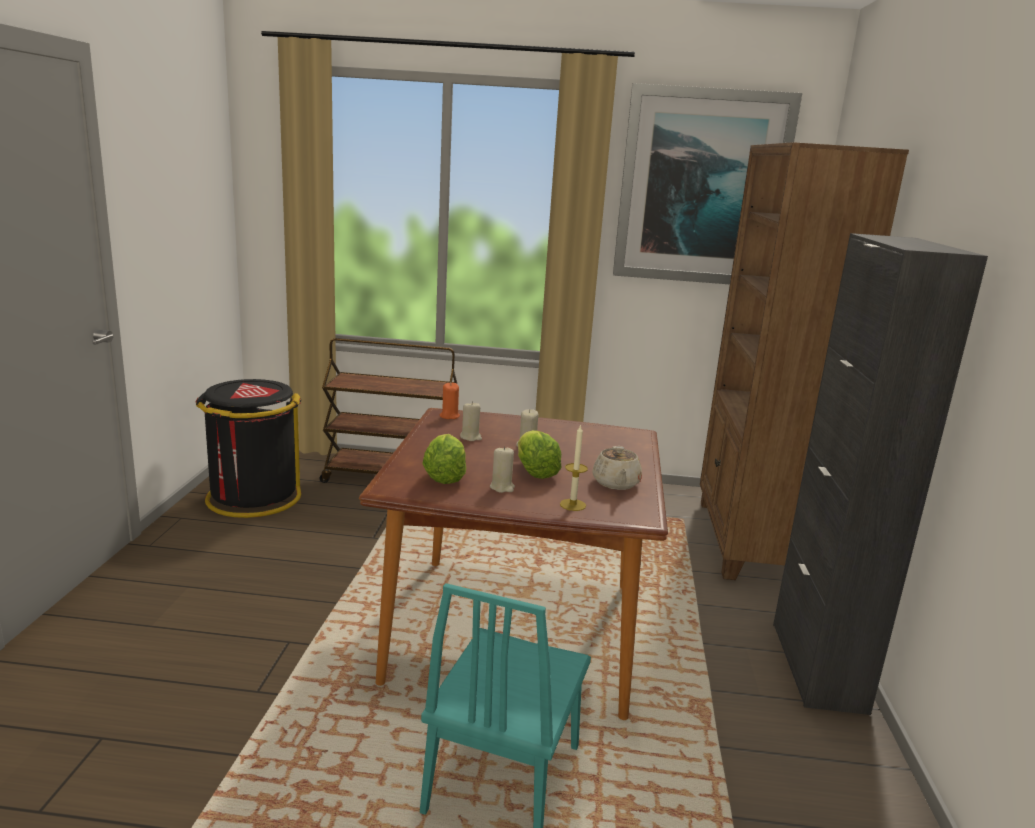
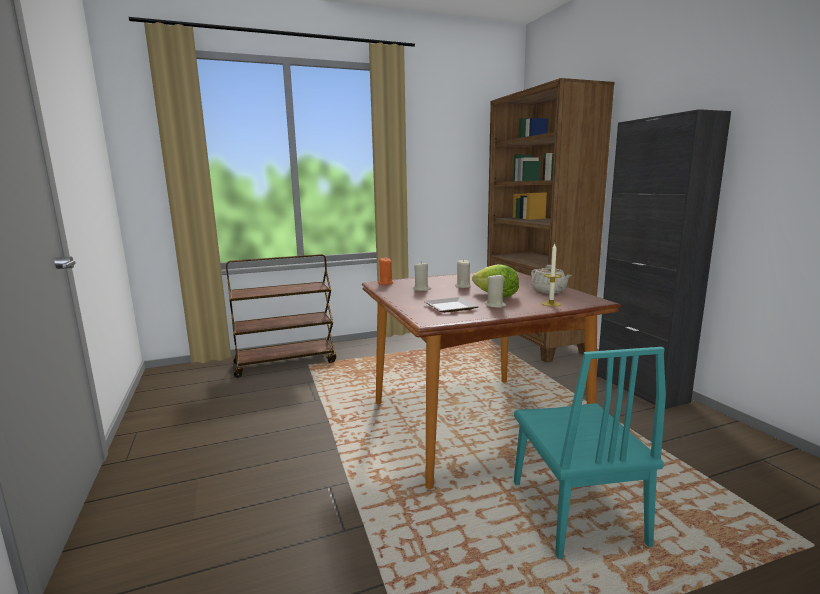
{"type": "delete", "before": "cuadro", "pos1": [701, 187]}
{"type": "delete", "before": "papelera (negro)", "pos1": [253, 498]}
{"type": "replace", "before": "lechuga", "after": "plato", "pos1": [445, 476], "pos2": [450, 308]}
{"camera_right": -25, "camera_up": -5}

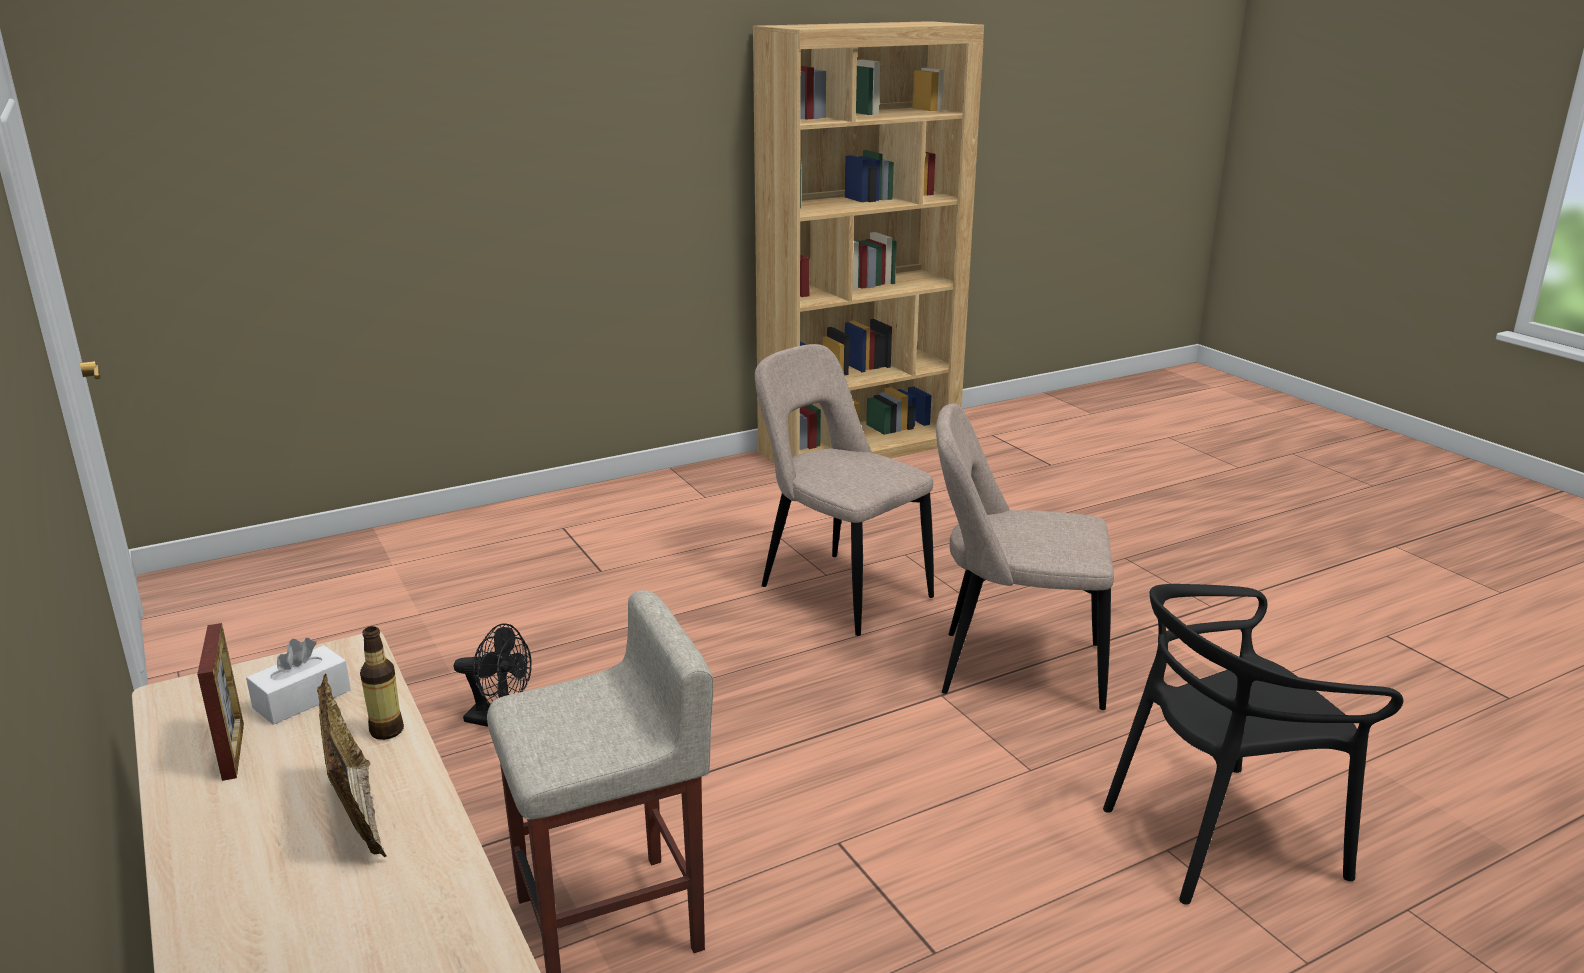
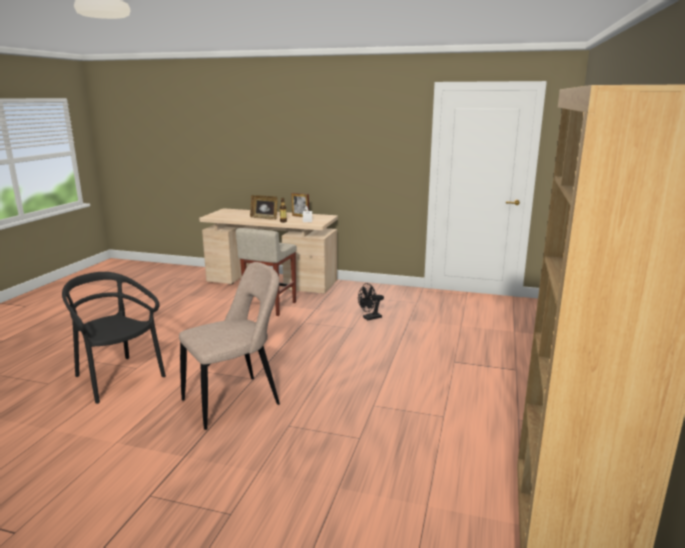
{"type": "delete", "before": "silla (beis)", "pos1": [839, 590]}
{"type": "rotate", "before": "silla (negro)", "pos1": [1221, 836], "pos2": [118, 378], "turn": -75}
{"camera_right": 135, "camera_up": -5}

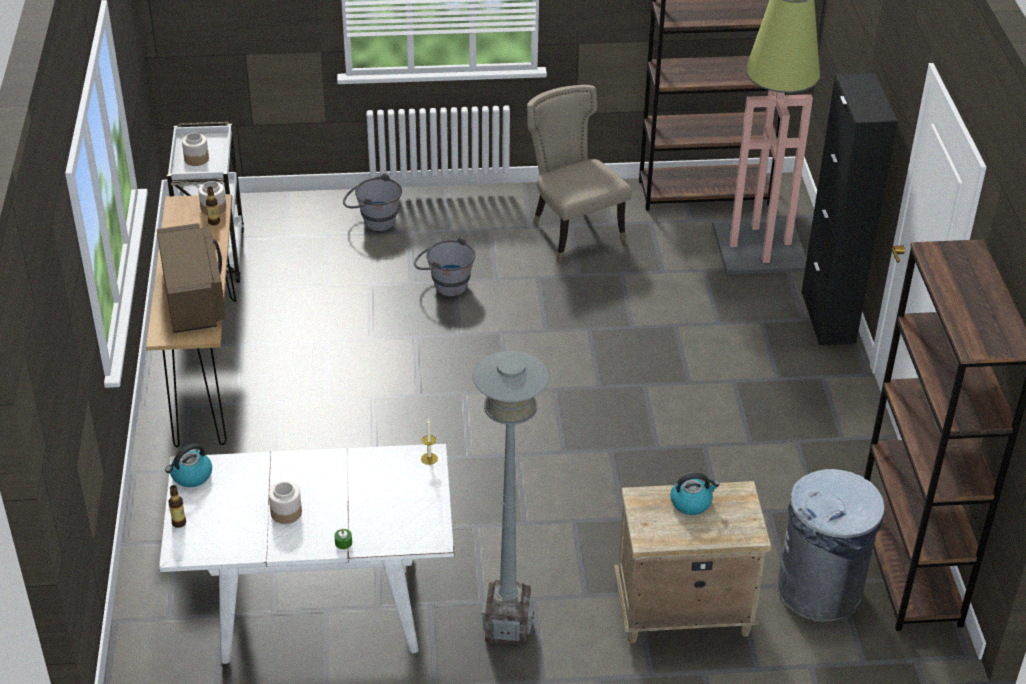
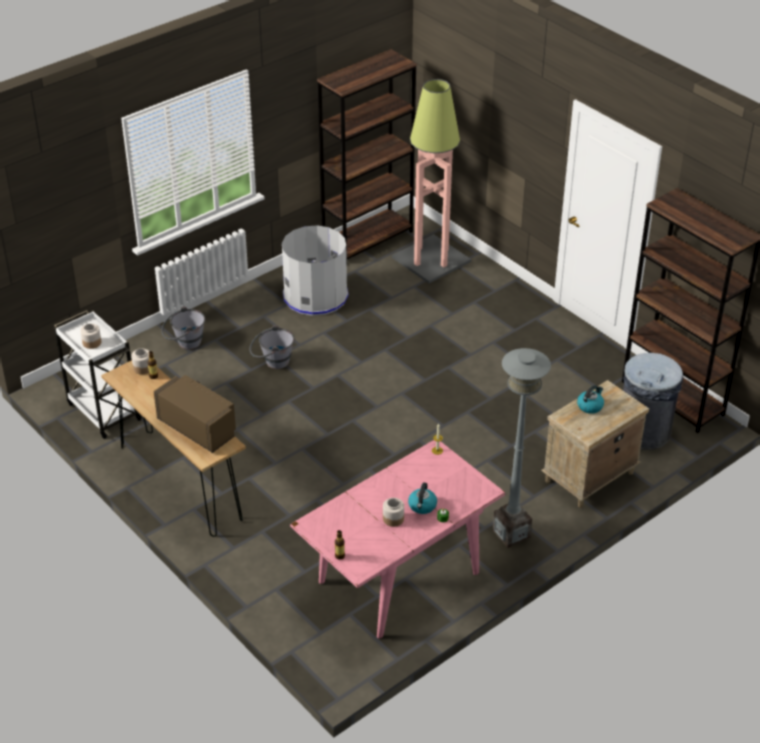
{"type": "delete", "before": "armario (negro)", "pos1": [828, 317]}
{"type": "replace", "before": "silla (beis)", "after": "papelera (gris)", "pos1": [573, 231], "pos2": [315, 296]}
{"type": "recolor", "before": "mesa de comedor (blanco)", "after": "mesa de comedor (rosa)", "pos1": [318, 605], "pos2": [398, 578]}
{"type": "move", "before": "hervidor", "pos1": [191, 476], "pos2": [422, 506]}
{"camera_right": -35, "camera_up": 0}

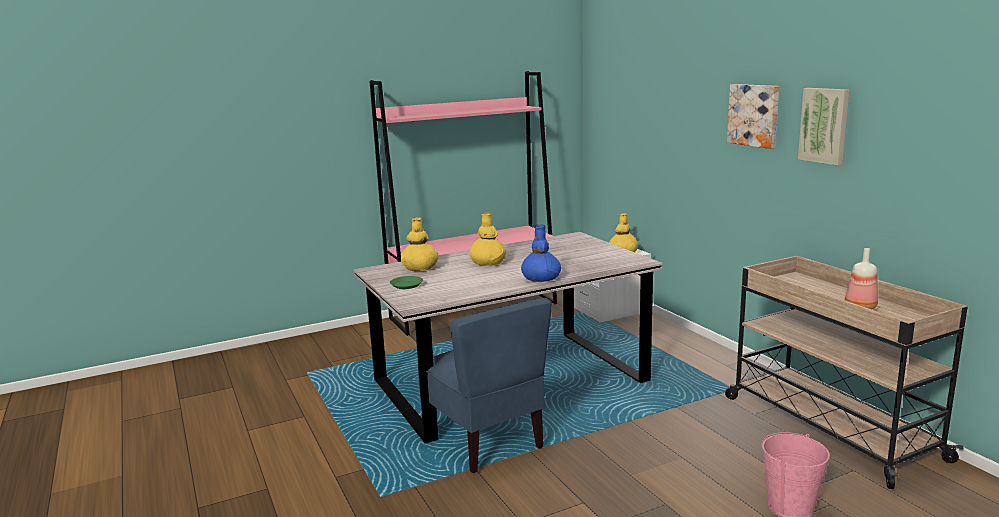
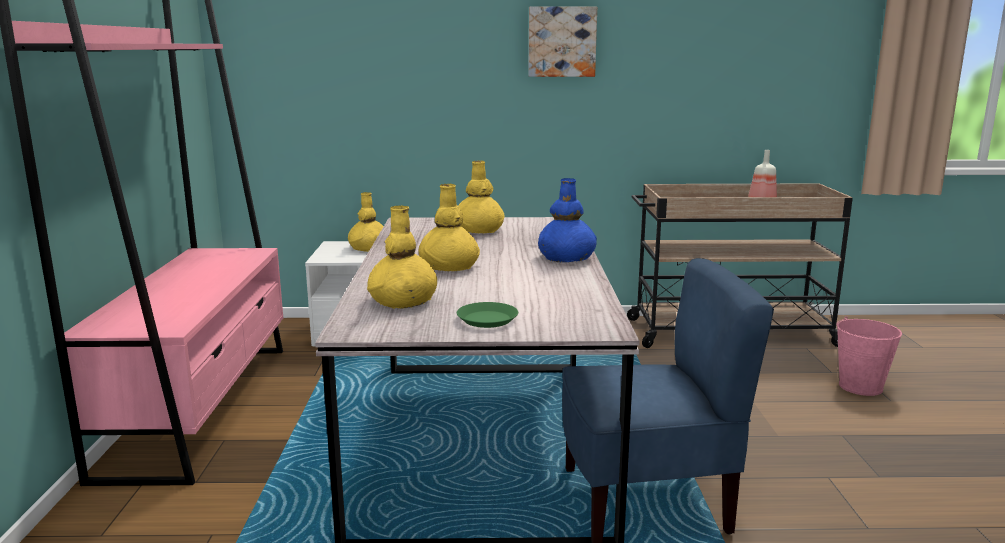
{"type": "delete", "before": "cuadro", "pos1": [825, 125]}
{"type": "insert", "after": "florero (amarillo)", "pos2": [478, 230]}
{"camera_right": -65, "camera_up": 0}

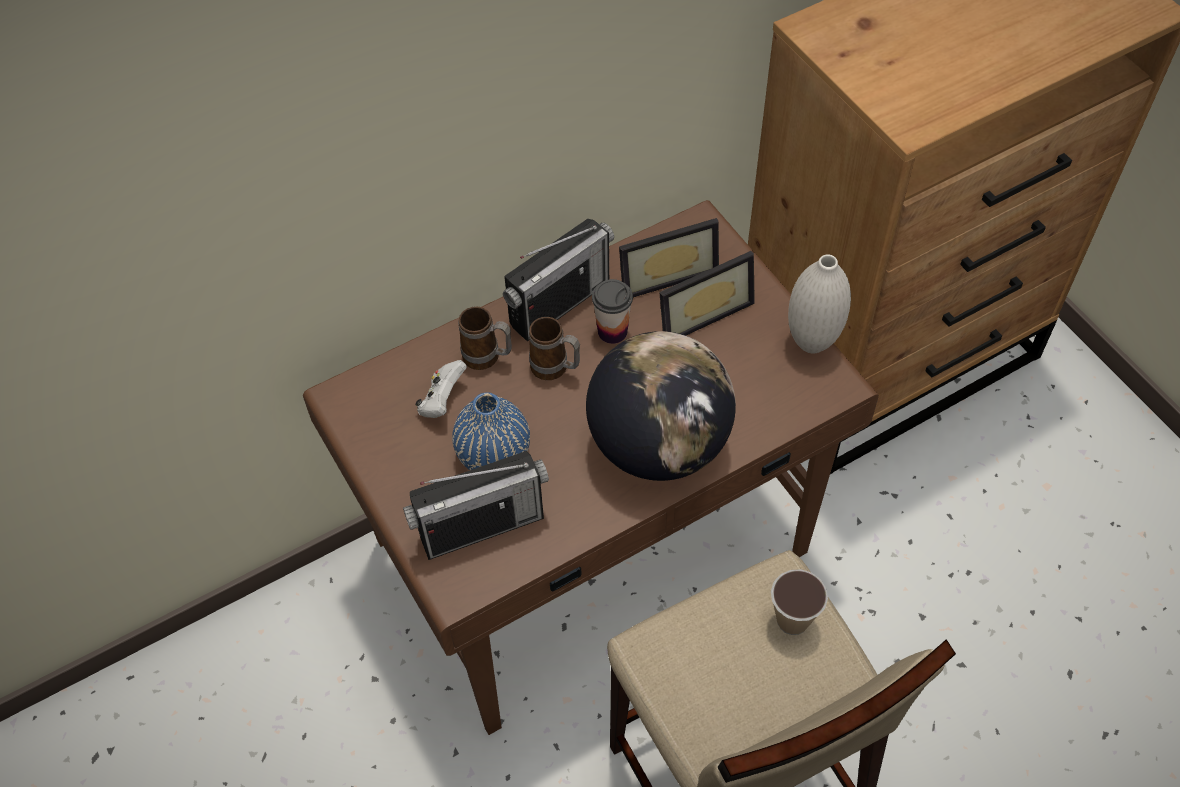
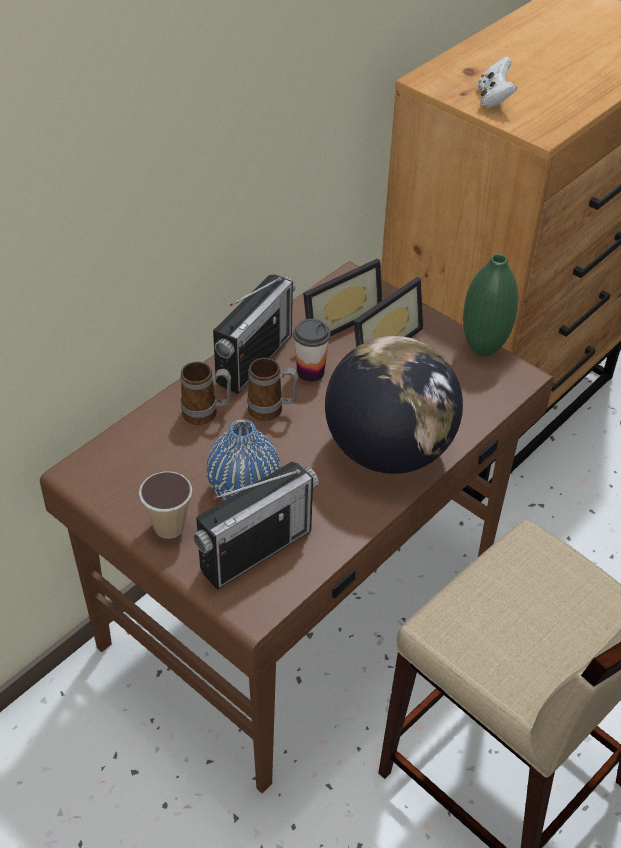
{"type": "recolor", "before": "florero (blanco)", "after": "florero (verde)", "pos1": [812, 342], "pos2": [483, 348]}
{"type": "move", "before": "mando de consola (blanco)", "pos1": [442, 401], "pos2": [494, 99]}
{"type": "move", "before": "taza", "pos1": [792, 620], "pos2": [169, 527]}
{"camera_right": -20, "camera_up": -10}

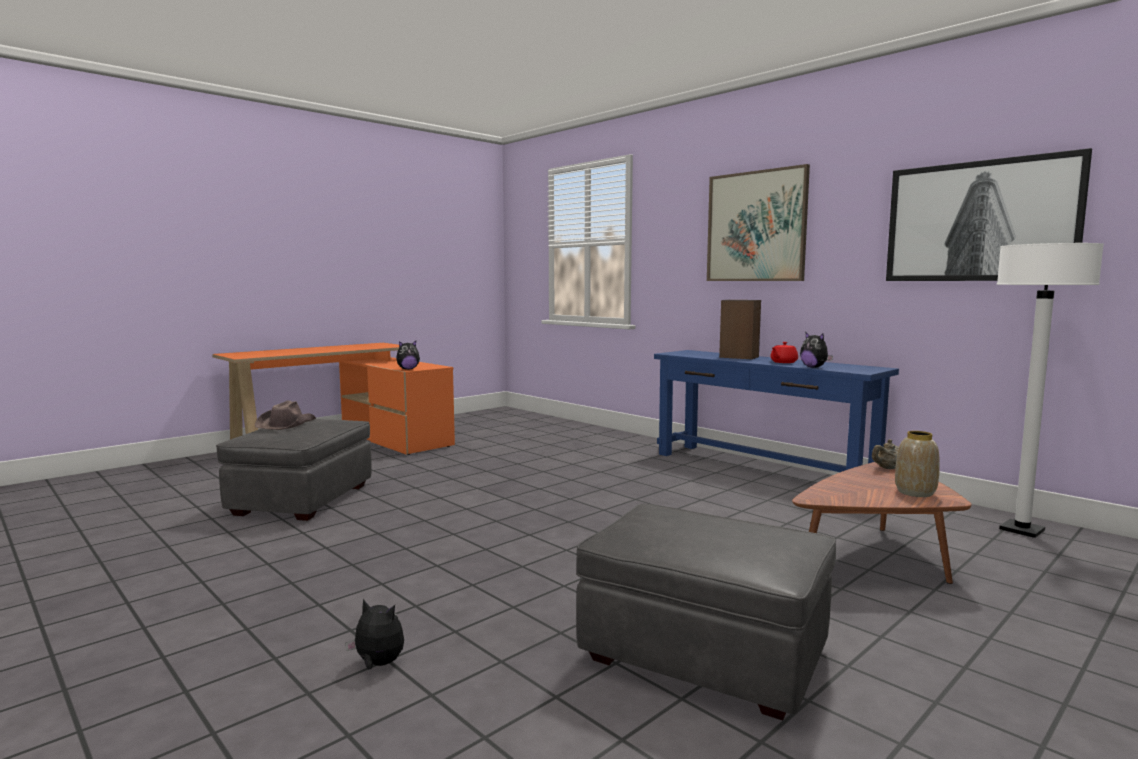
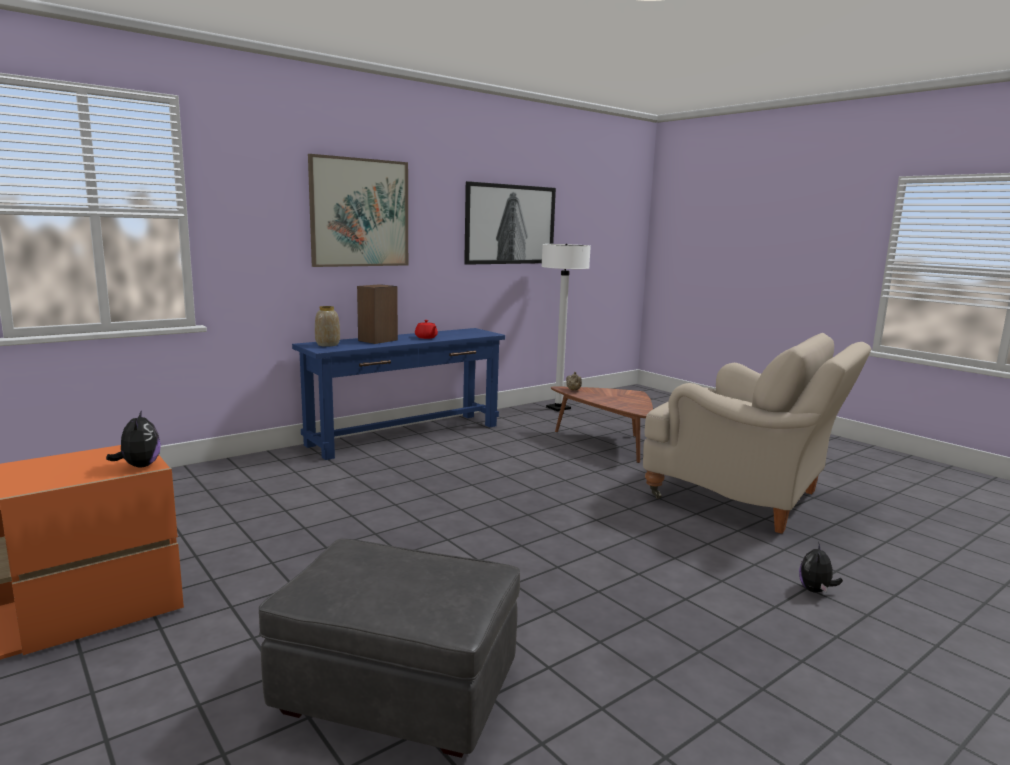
{"type": "delete", "before": "peluche", "pos1": [814, 367]}
{"type": "delete", "before": "sombrero (marrón)", "pos1": [286, 424]}
{"type": "move", "before": "florero", "pos1": [915, 493], "pos2": [328, 345]}
{"type": "replace", "before": "puf (gris)", "after": "sillón (beis)", "pos1": [704, 655], "pos2": [744, 497]}
{"camera_right": -85, "camera_up": 5}

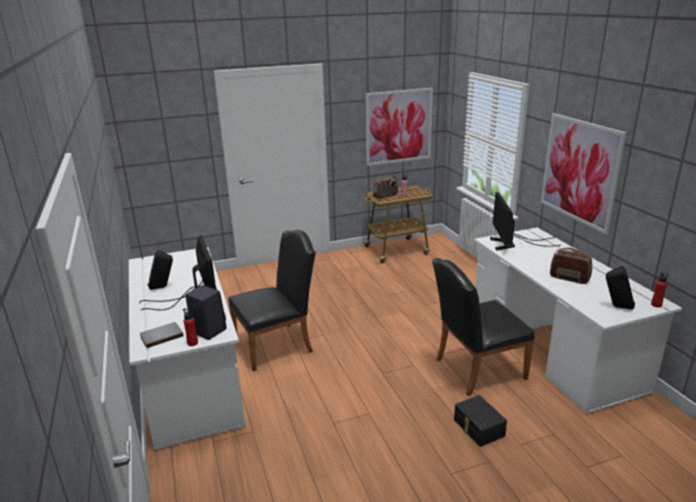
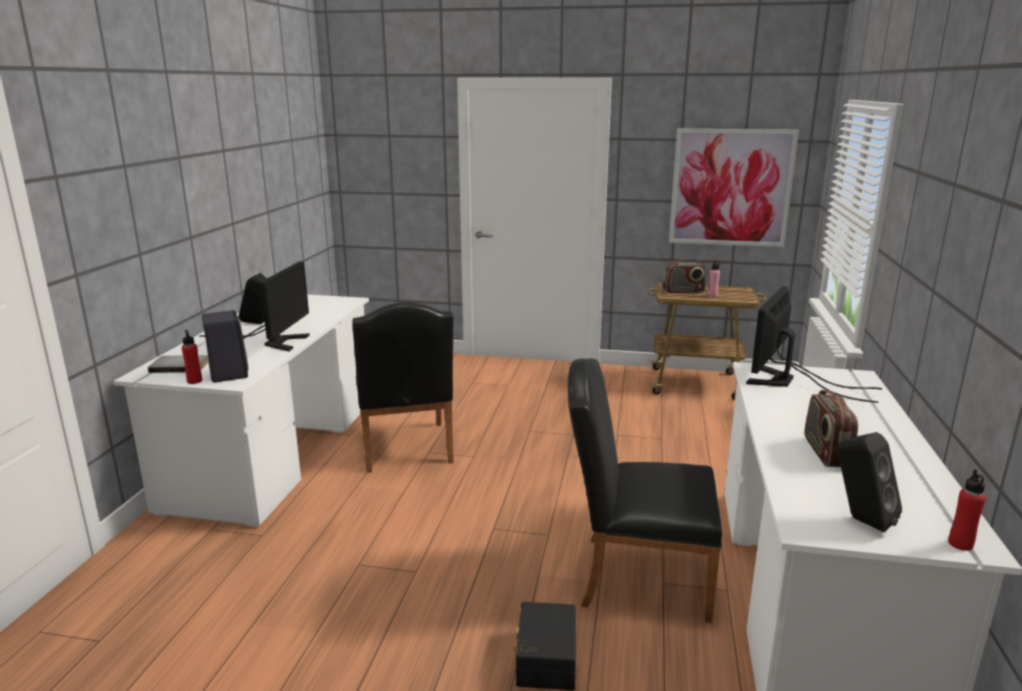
{"type": "delete", "before": "cuadro", "pos1": [580, 171]}
{"type": "rotate", "before": "silla (negro)", "pos1": [278, 345], "pos2": [406, 450], "turn": 75}
{"type": "rotate", "before": "radio", "pos1": [569, 278], "pos2": [825, 452], "turn": -150}
{"camera_right": 30, "camera_up": -5}

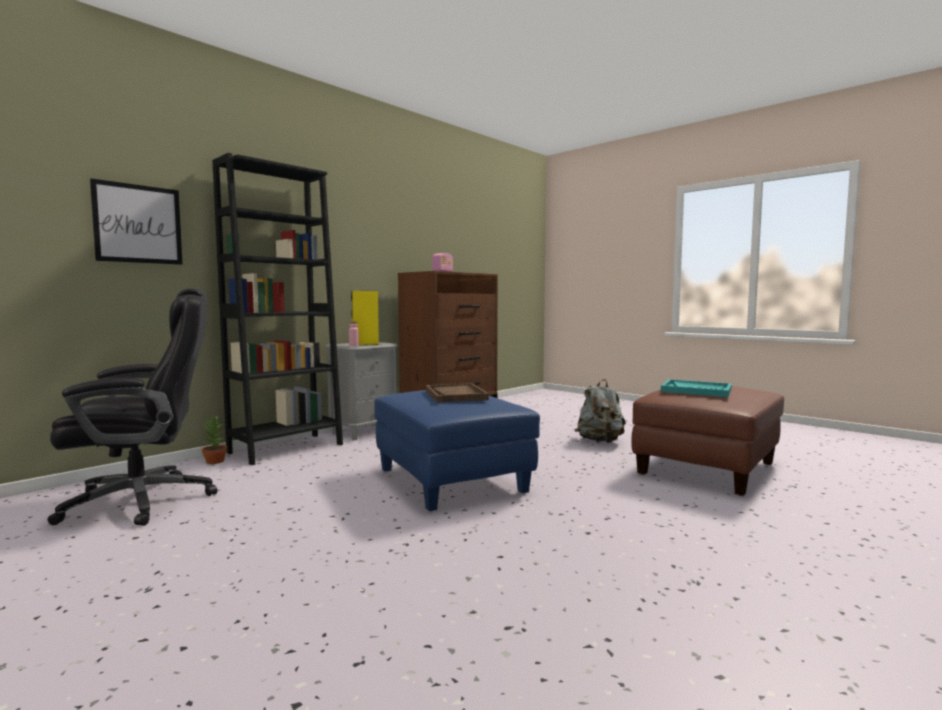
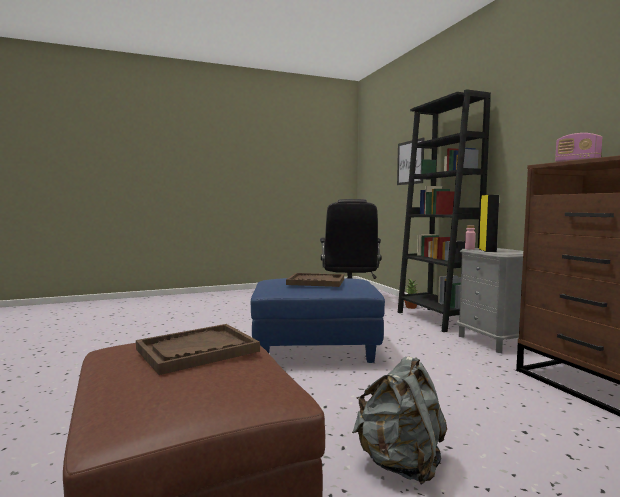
{"type": "recolor", "before": "bandeja (turquesa)", "after": "bandeja (marrón)", "pos1": [696, 390], "pos2": [197, 350]}
{"camera_right": 115, "camera_up": 0}

